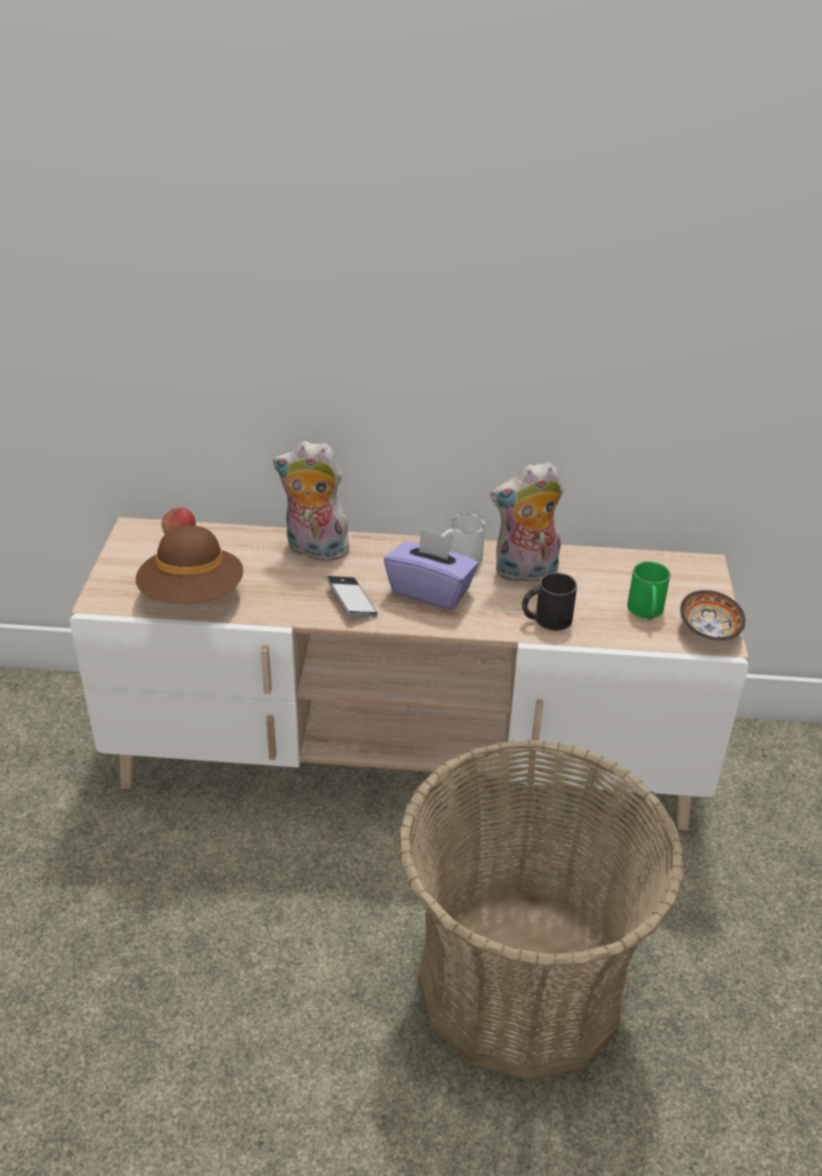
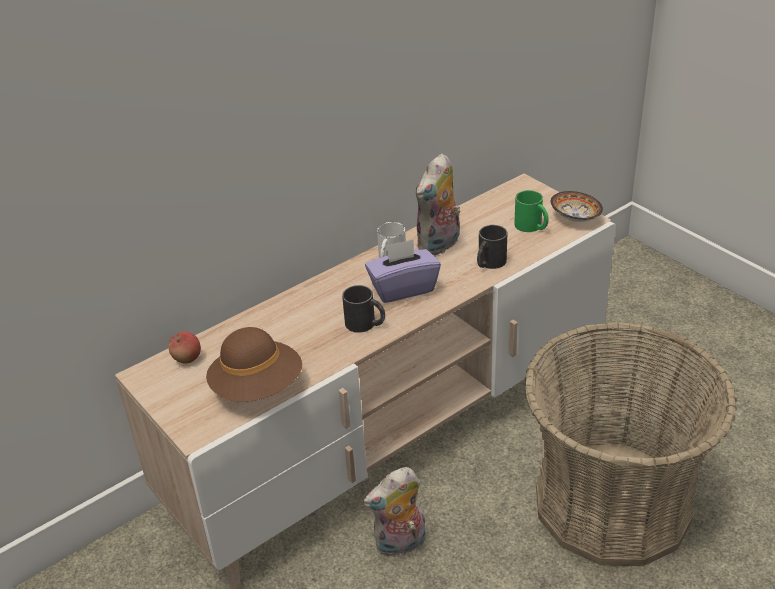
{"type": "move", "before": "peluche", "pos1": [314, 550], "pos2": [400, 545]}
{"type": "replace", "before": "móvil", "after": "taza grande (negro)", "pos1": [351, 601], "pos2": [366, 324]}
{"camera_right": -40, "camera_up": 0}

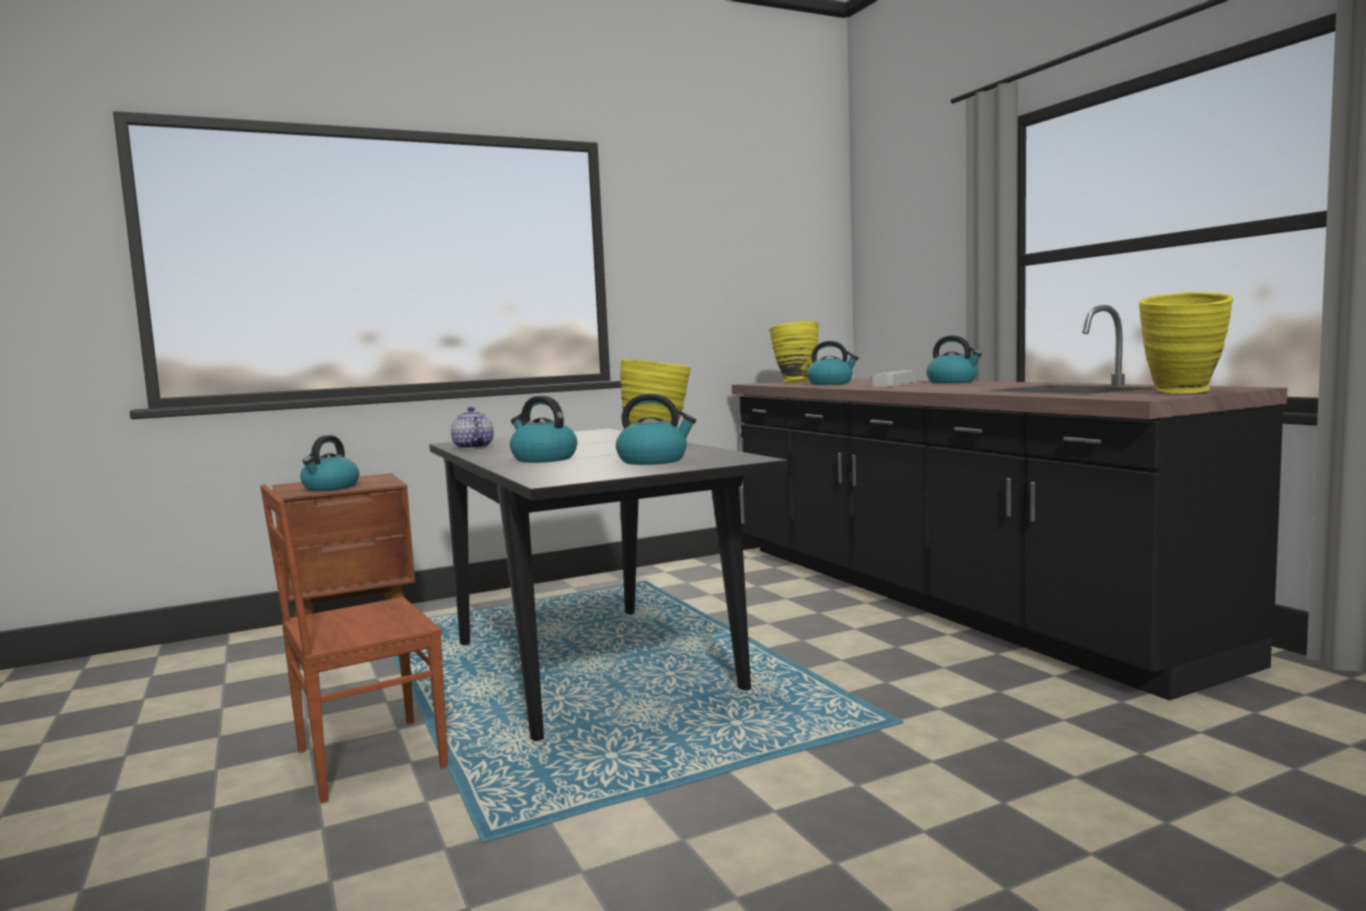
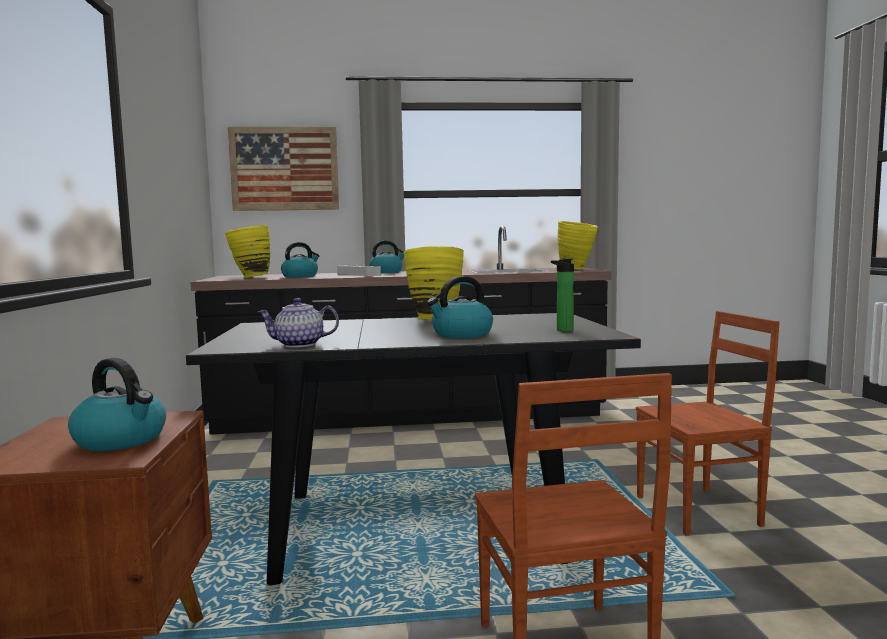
{"type": "delete", "before": "hervidor", "pos1": [654, 461]}
{"type": "insert", "after": "cuadro", "pos2": [284, 169]}
{"type": "insert", "after": "botella", "pos2": [562, 330]}
{"type": "insert", "after": "silla (marrón)", "pos2": [700, 511]}
{"camera_right": -70, "camera_up": 0}

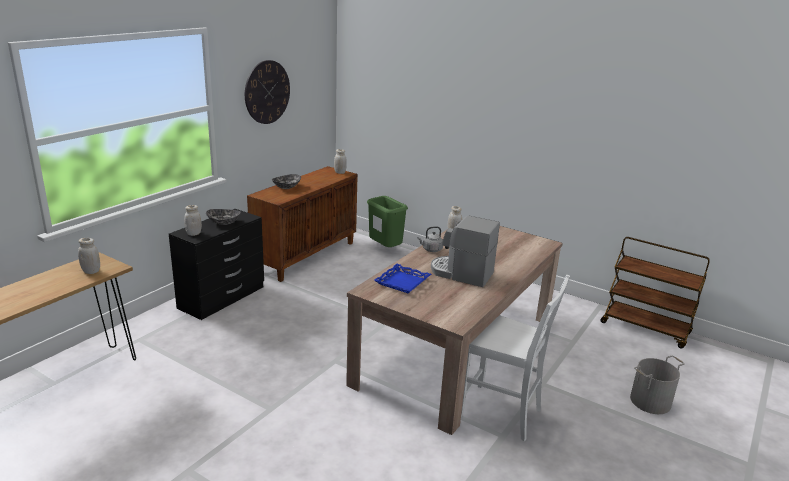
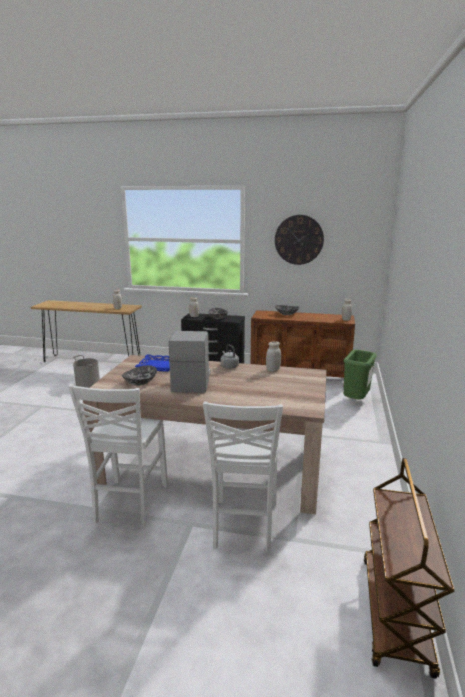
{"type": "move", "before": "cubo (gris)", "pos1": [649, 401], "pos2": [88, 384]}
{"type": "insert", "after": "cuenco", "pos2": [140, 383]}
{"type": "insert", "after": "silla (blanco)", "pos2": [243, 526]}
{"camera_right": 70, "camera_up": -5}

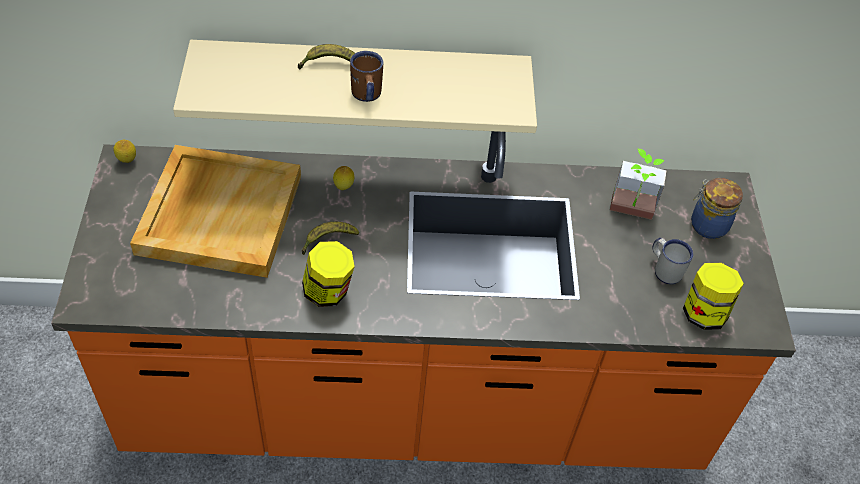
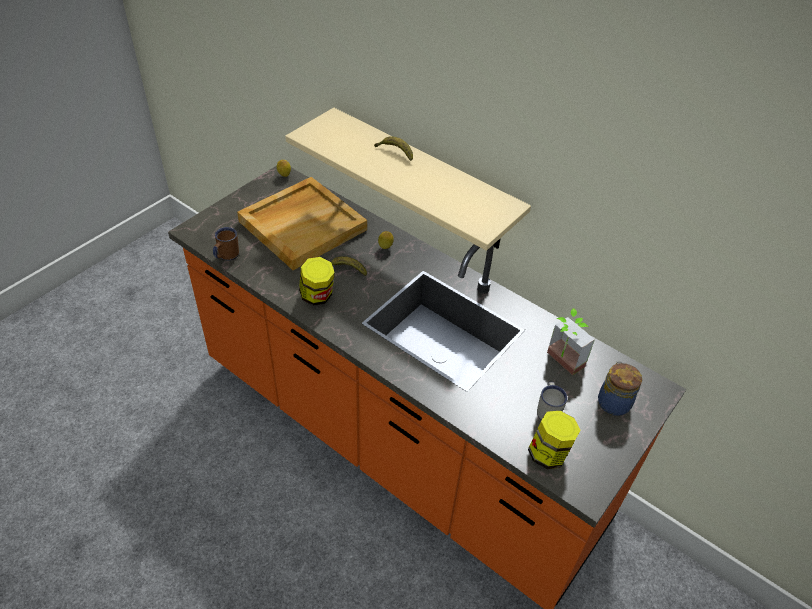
{"type": "move", "before": "taza grande (marrón)", "pos1": [366, 96], "pos2": [226, 256]}
{"camera_right": 40, "camera_up": -5}

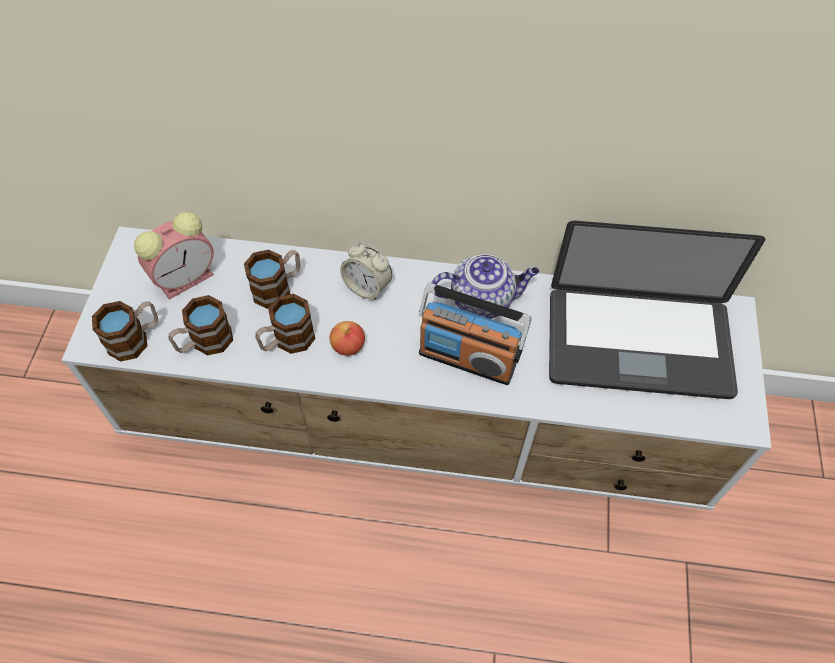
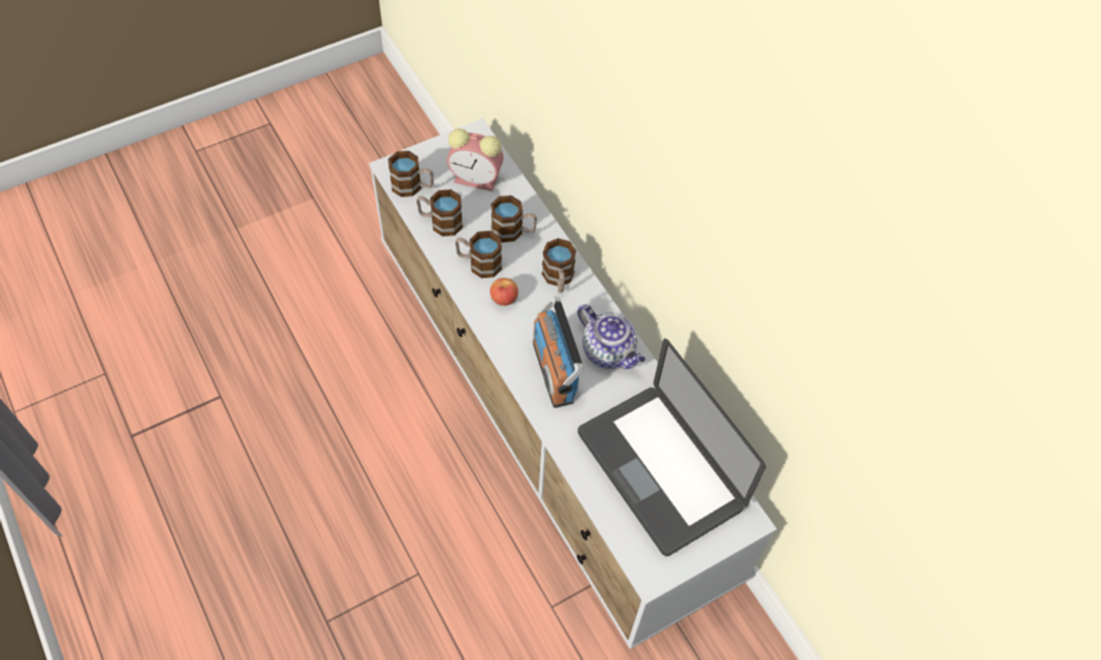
{"type": "replace", "before": "despertador", "after": "taza grande", "pos1": [367, 287], "pos2": [558, 279]}
{"camera_right": 50, "camera_up": 0}

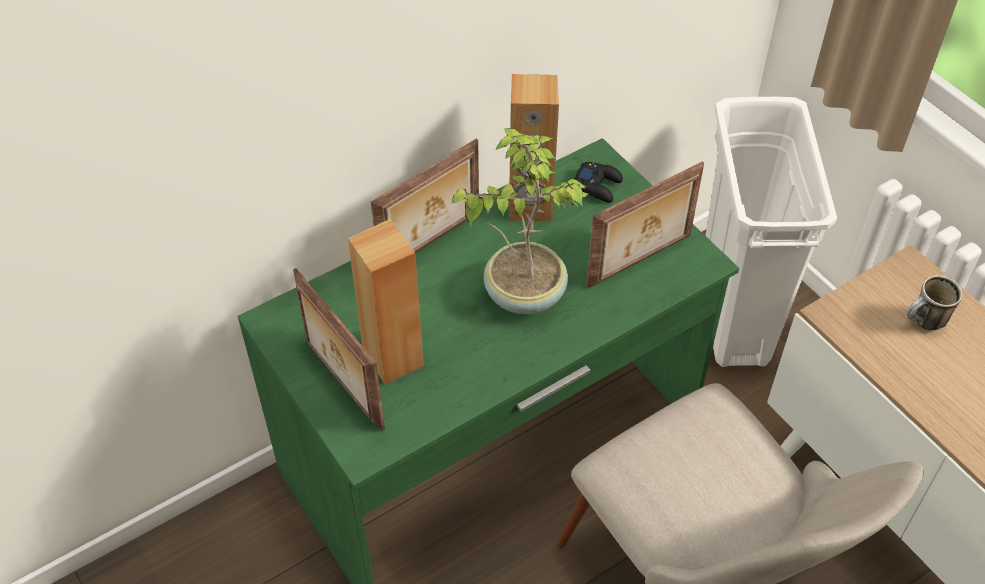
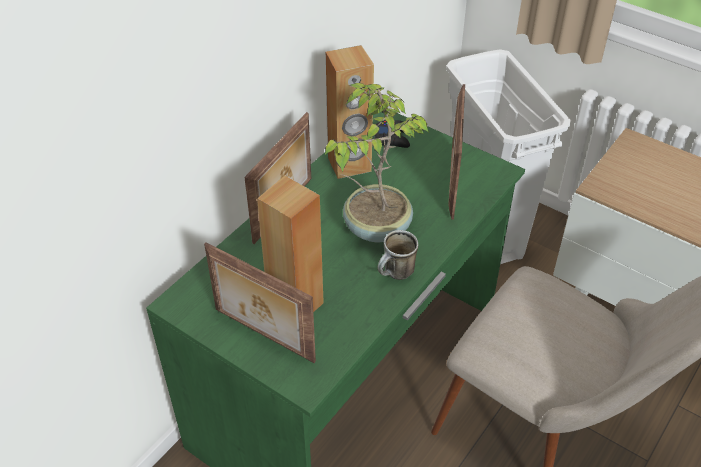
{"type": "rotate", "before": "portarretratos", "pos1": [640, 262], "pos2": [452, 183], "turn": 150}
{"type": "move", "before": "taza grande", "pos1": [924, 323], "pos2": [396, 275]}
{"camera_right": -20, "camera_up": -5}

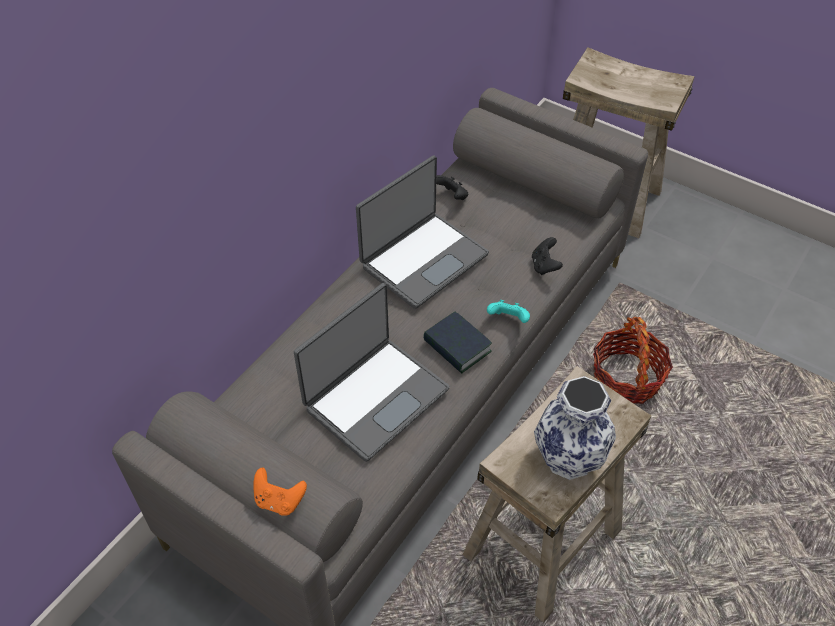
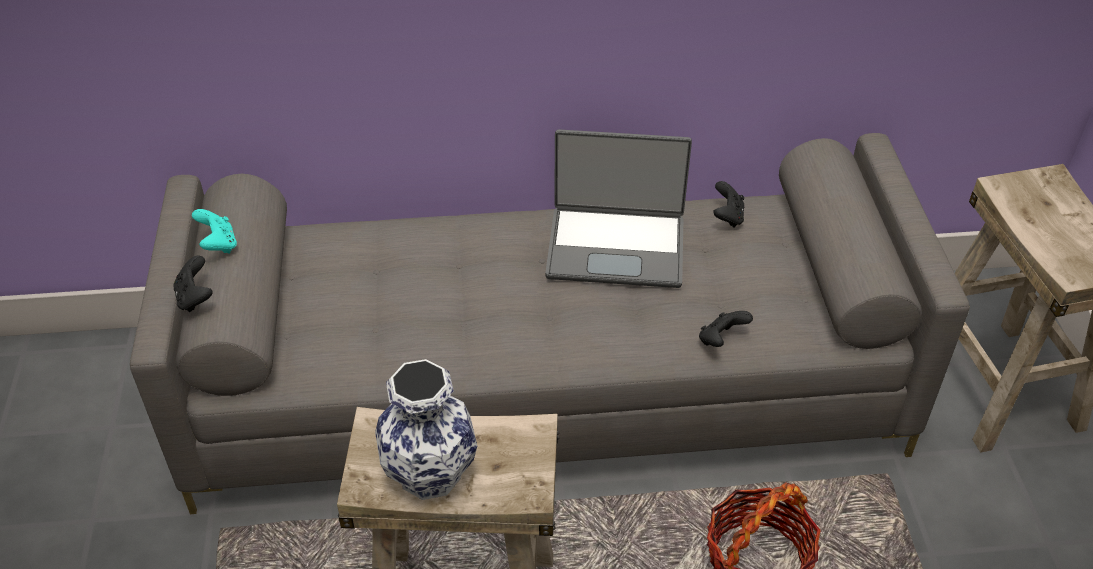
{"type": "delete", "before": "portátil", "pos1": [375, 397]}
{"type": "move", "before": "mando de consola (turquesa)", "pos1": [508, 320], "pos2": [218, 245]}
{"type": "delete", "before": "libro", "pos1": [457, 347]}
{"type": "recolor", "before": "mando de consola (naranja)", "after": "mando de consola (negro)", "pos1": [279, 501], "pos2": [195, 298]}
{"camera_right": 50, "camera_up": -5}

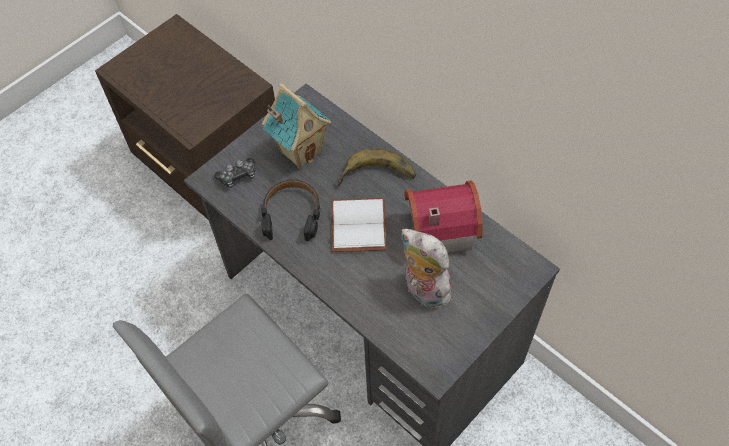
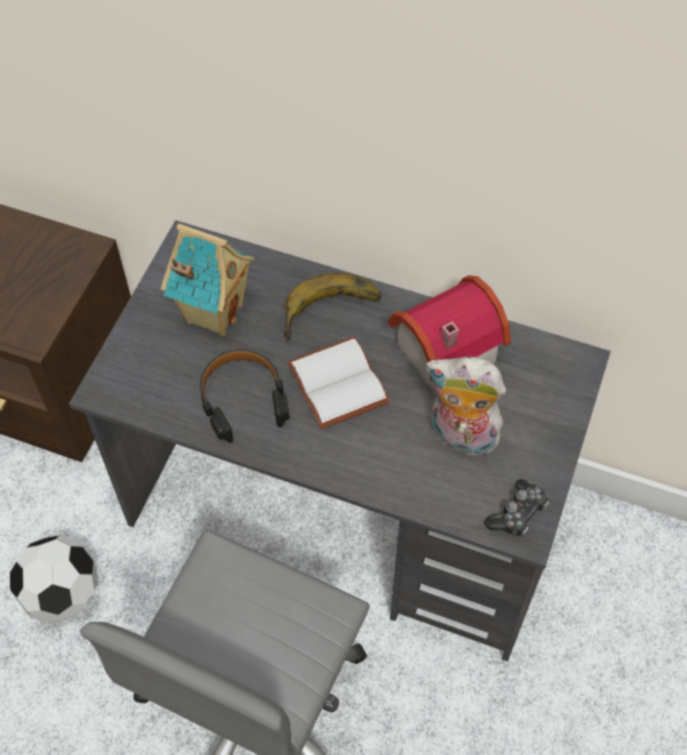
{"type": "move", "before": "mando de consola", "pos1": [238, 176], "pos2": [517, 513]}
{"type": "insert", "after": "balón de fútbol", "pos2": [63, 594]}
{"camera_right": -25, "camera_up": 0}

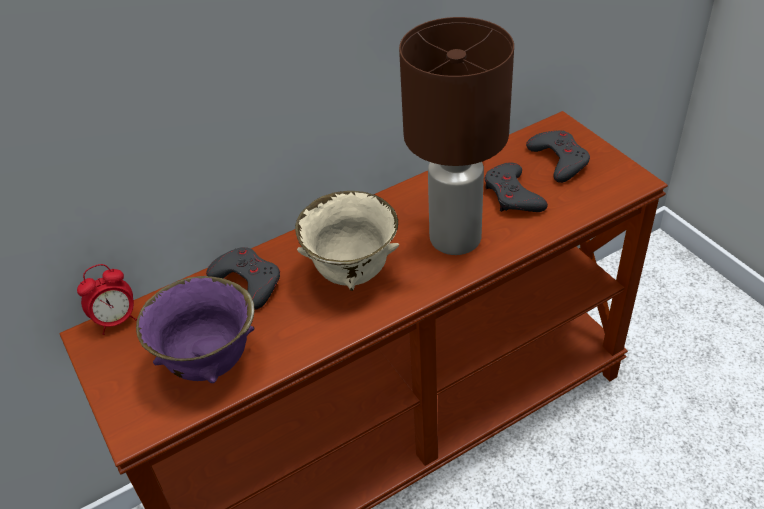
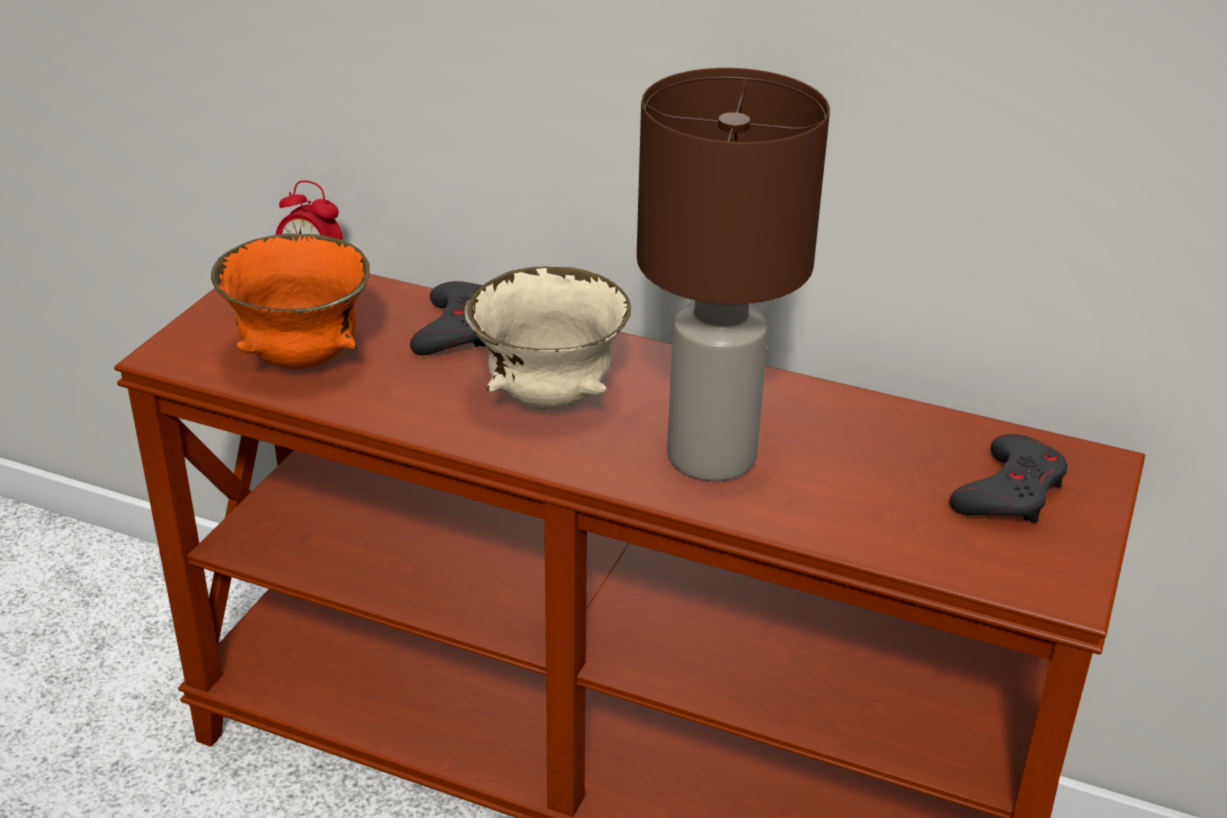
{"type": "delete", "before": "mando de consola (gris)", "pos1": [512, 195]}
{"type": "recolor", "before": "cuenco (morado)", "after": "cuenco (naranja)", "pos1": [210, 365], "pos2": [301, 361]}
{"camera_right": 50, "camera_up": -10}

